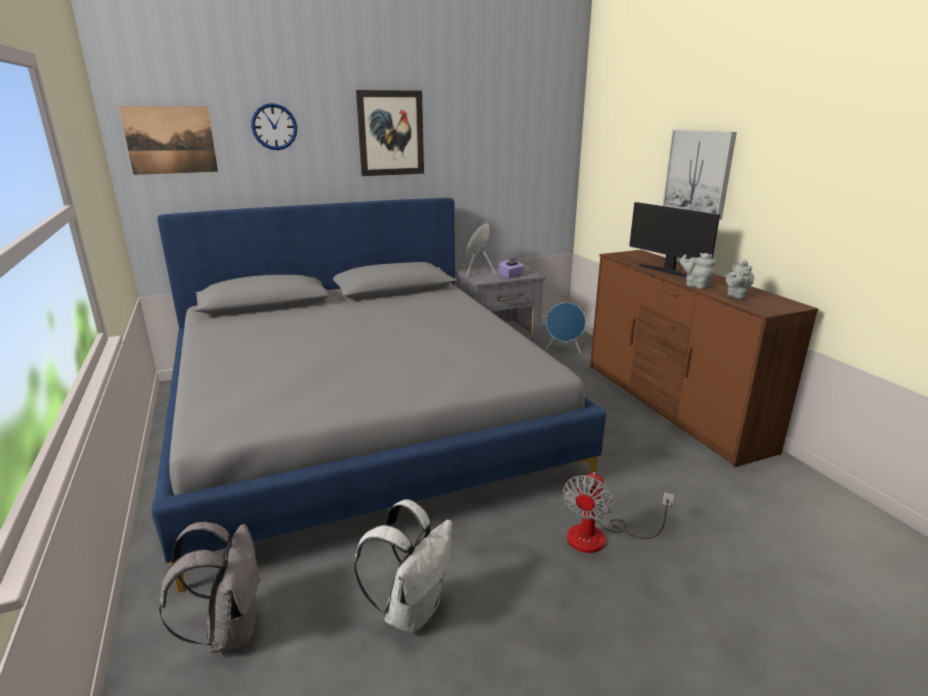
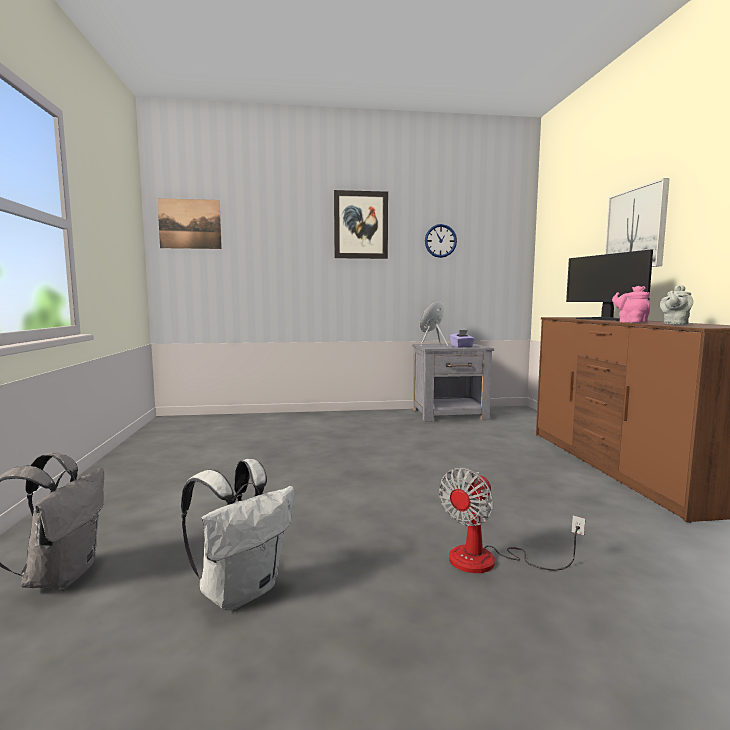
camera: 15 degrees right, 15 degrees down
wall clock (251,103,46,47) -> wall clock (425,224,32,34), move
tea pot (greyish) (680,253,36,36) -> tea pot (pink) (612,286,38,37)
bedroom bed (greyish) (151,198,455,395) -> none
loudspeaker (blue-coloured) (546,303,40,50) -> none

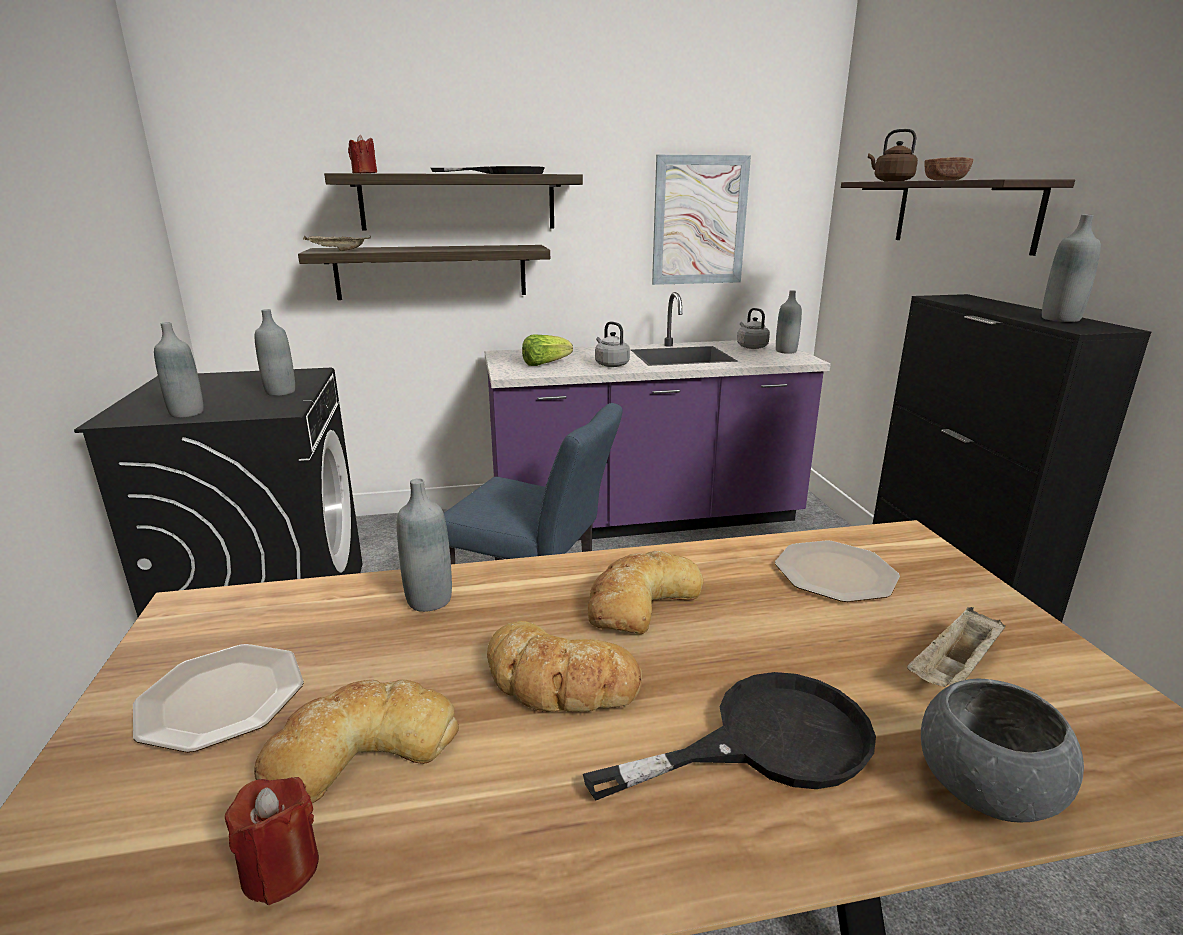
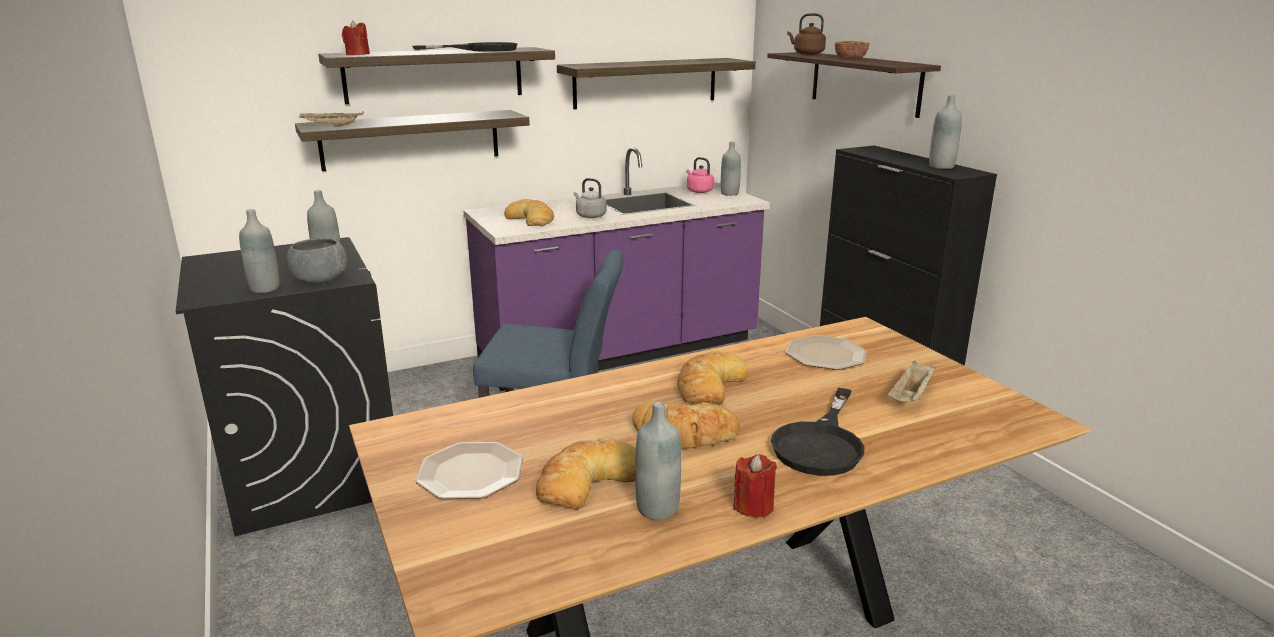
camera: 15 degrees left, 0 degrees up
bowl (greyish) (921,679,163,144) -> bowl (greyish) (286,238,61,46), move
lettuce (522,335,51,31) -> bakery bread (504,199,50,27)
wall art (652,155,99,130) -> wall shelf (557,58,199,51)
bottle (greyish) (397,478,55,134) -> bottle (greyish) (635,401,46,119), move
kettle (greyish) (737,308,33,41) -> kettle (pink) (686,157,28,36)
candle (red-coloured) (225,777,94,128) -> candle (red-coloured) (733,454,44,63), move
pan (black-coloured) (583,672,293,129) -> pan (black-coloured) (771,388,93,88), 150 degrees clockwise

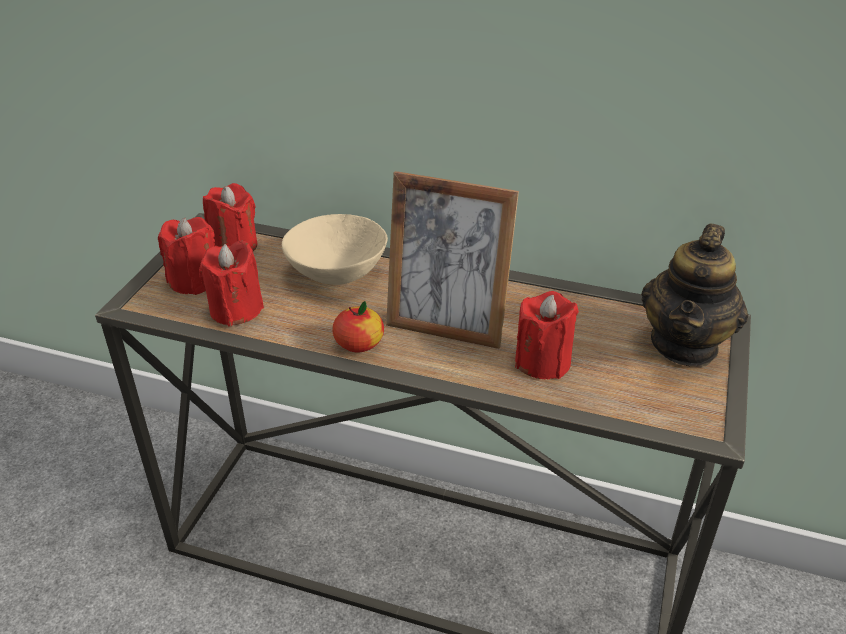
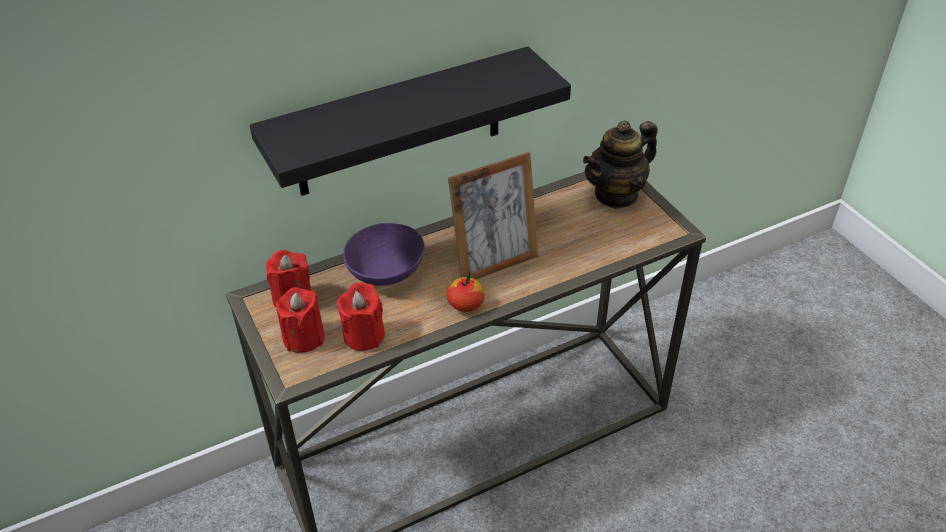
camera: 45 degrees left, 5 degrees up
none -> wall shelf (black-coloured) (250,46,321,150)
bowl (beige-coloured) (282,214,106,71) -> bowl (purple) (343,223,82,63)
tea pot (641,224,107,143) -> tea pot (583,121,75,88), 75 degrees clockwise
candle (red-coloured) (515,291,64,88) -> none

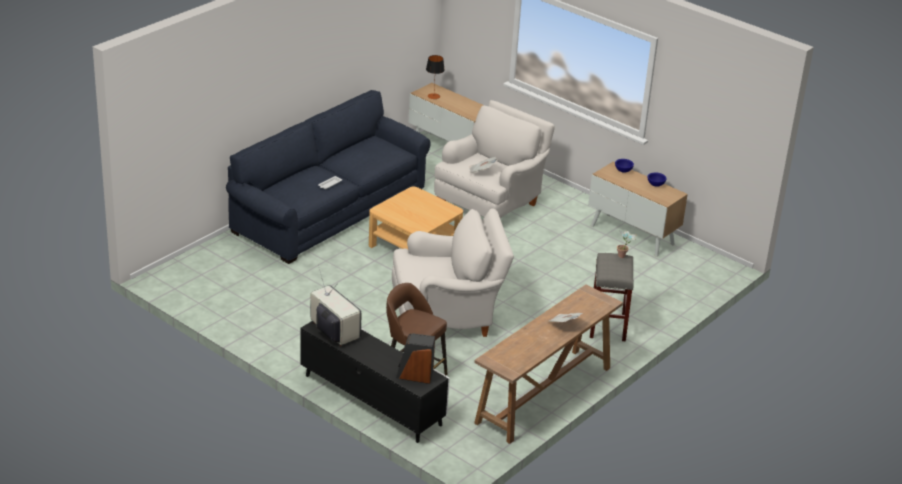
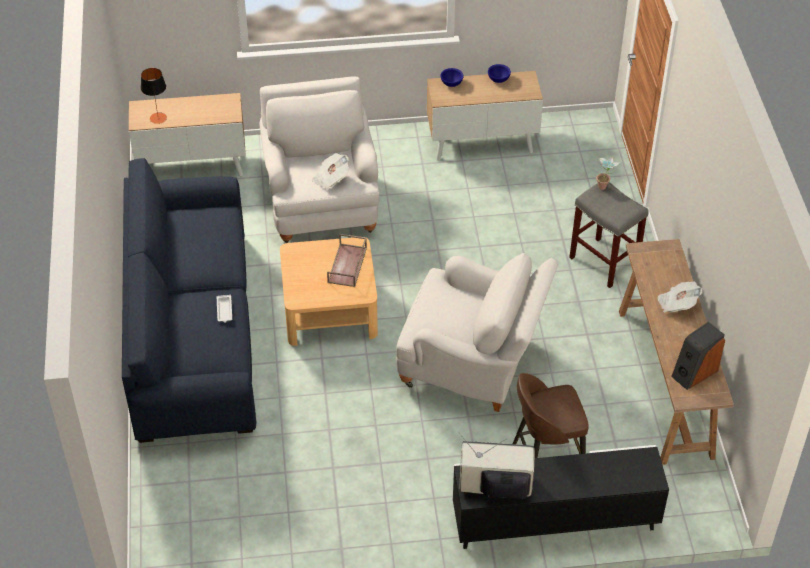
camera: 45 degrees left, 15 degrees up
none -> carrying tray (brown) (327,234,40,53)
armchair (white-coloured) (392,208,122,129) -> armchair (white-coloured) (396,253,162,159), 75 degrees clockwise
loudspeaker (396,333,39,51) -> loudspeaker (671,322,54,68), move

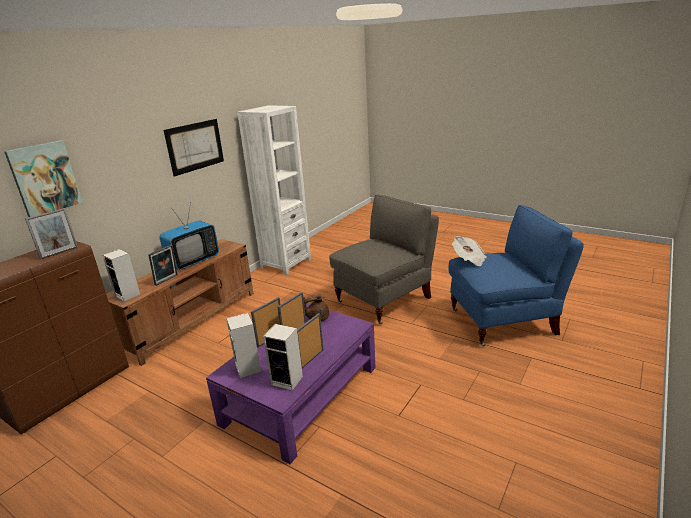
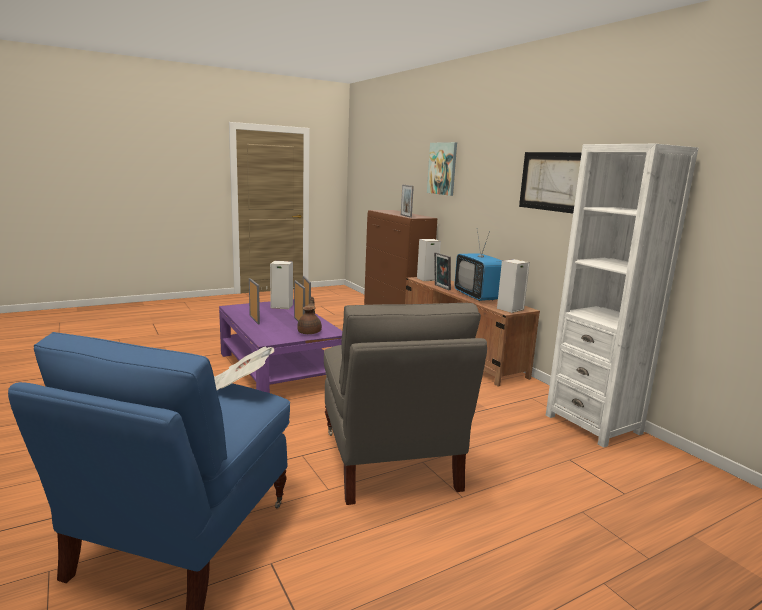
camera: 115 degrees right, 10 degrees down
loudspeaker (263,324,40,67) -> loudspeaker (497,259,33,54), move

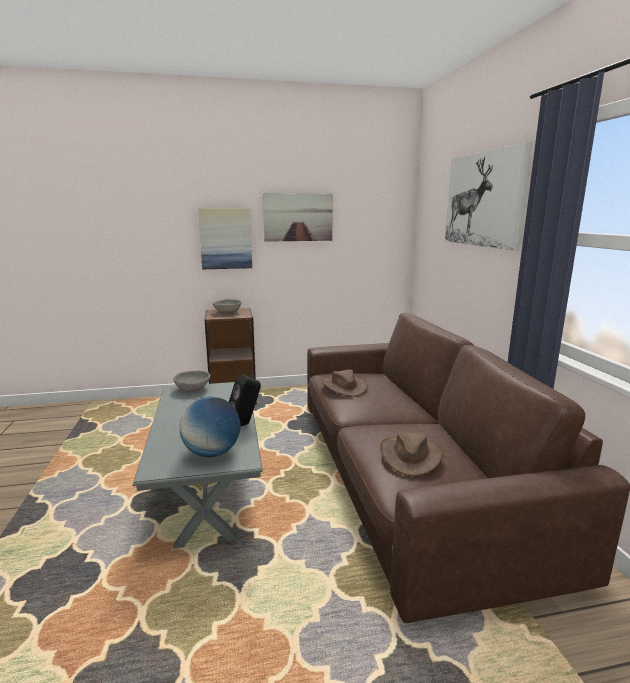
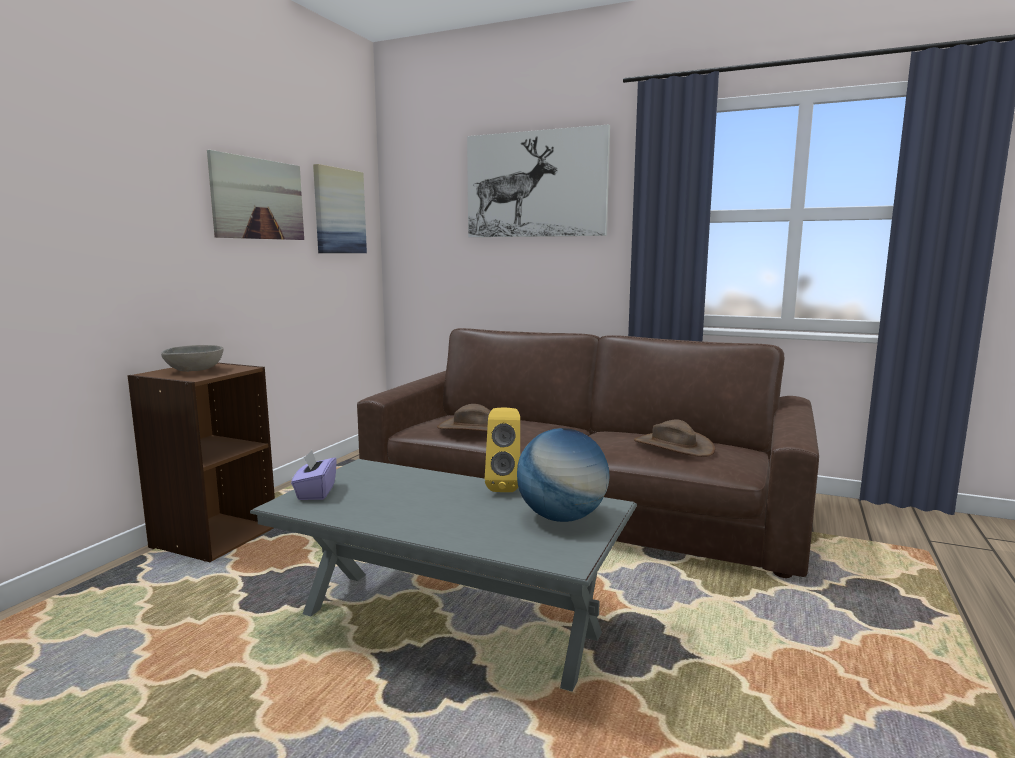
camera: 55 degrees left, 5 degrees down
bowl (greyish) (173,371,37,21) -> tissue box (purple) (291,450,46,50)
wall art (198,208,54,61) -> wall art (313,164,54,89), move
loudspeaker (black-coloured) (229,374,32,52) -> loudspeaker (yellowish) (485,408,35,84)

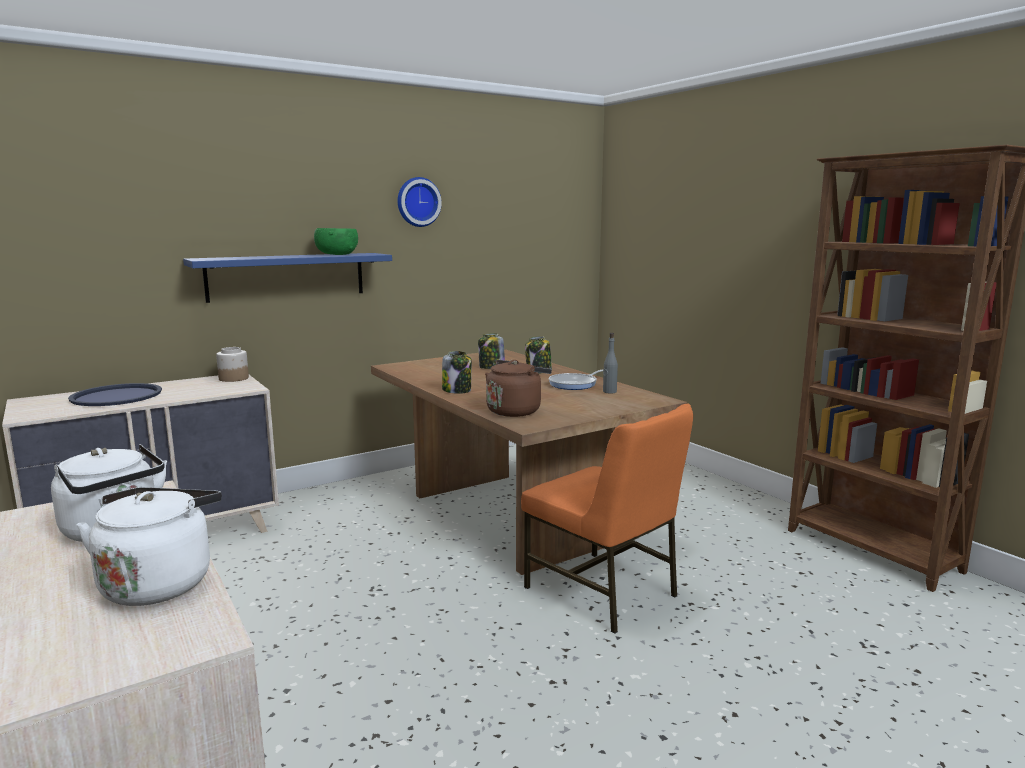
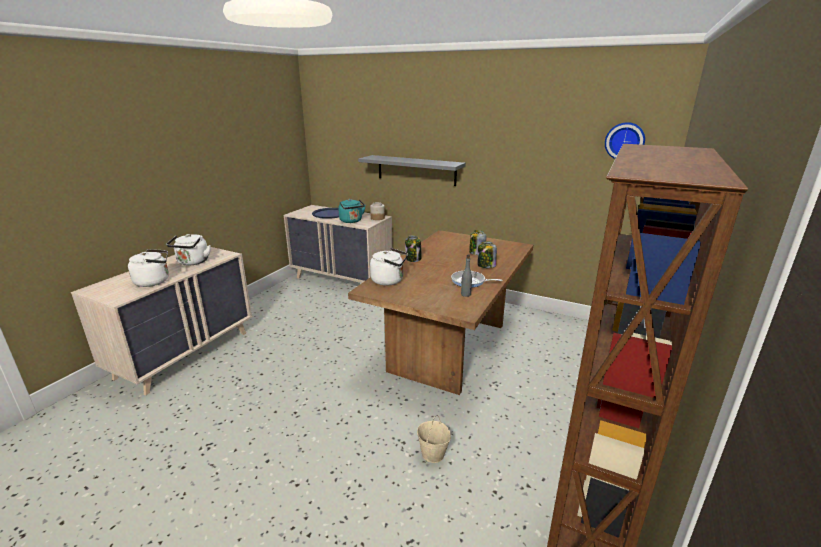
camera: 60 degrees right, 10 degrees up
none -> kettle (turquoise) (338,199,28,24)
wall shelf (blue-coloured) (183,253,209,50) -> wall shelf (greyish) (358,155,108,31)
kettle (brown) (485,360,67,57) -> kettle (white-coloured) (370,248,38,38)
none -> pail (beige-coloured) (417,416,34,47)
wall clock (397,177,45,50) -> wall clock (605,122,40,37), move
bowl (green-coloured) (314,228,44,27) -> none
plain chair (orangey) (521,404,172,230) -> none

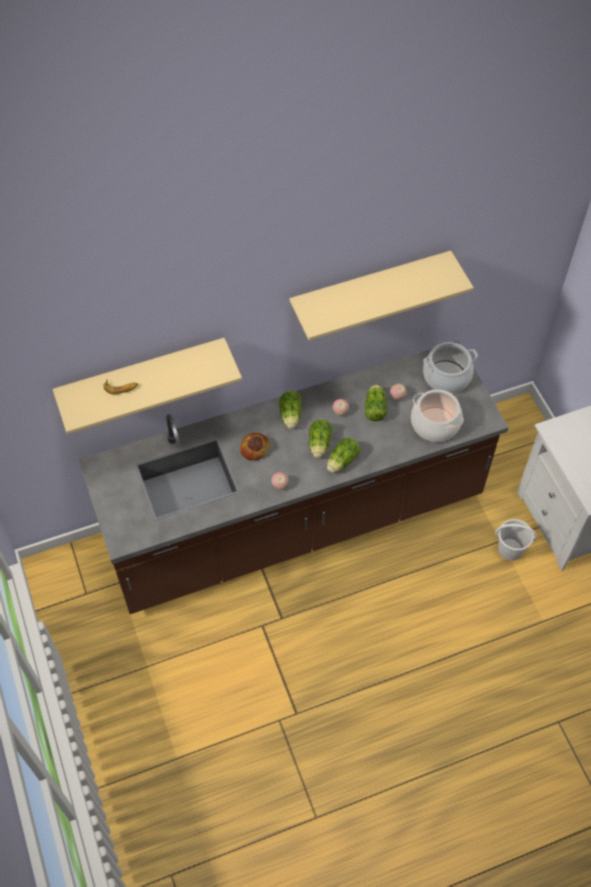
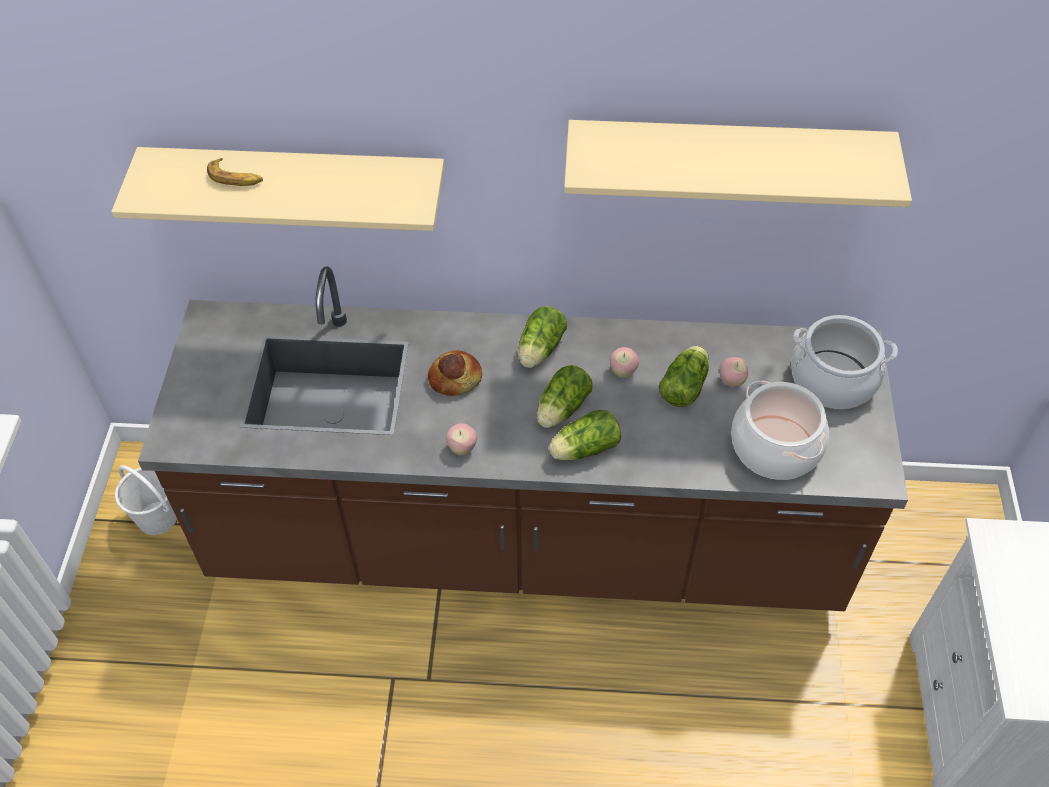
camera: 25 degrees right, 5 degrees down
pail (white-coloured) (495,519,42,42) -> pail (white-coloured) (115,465,62,70), move

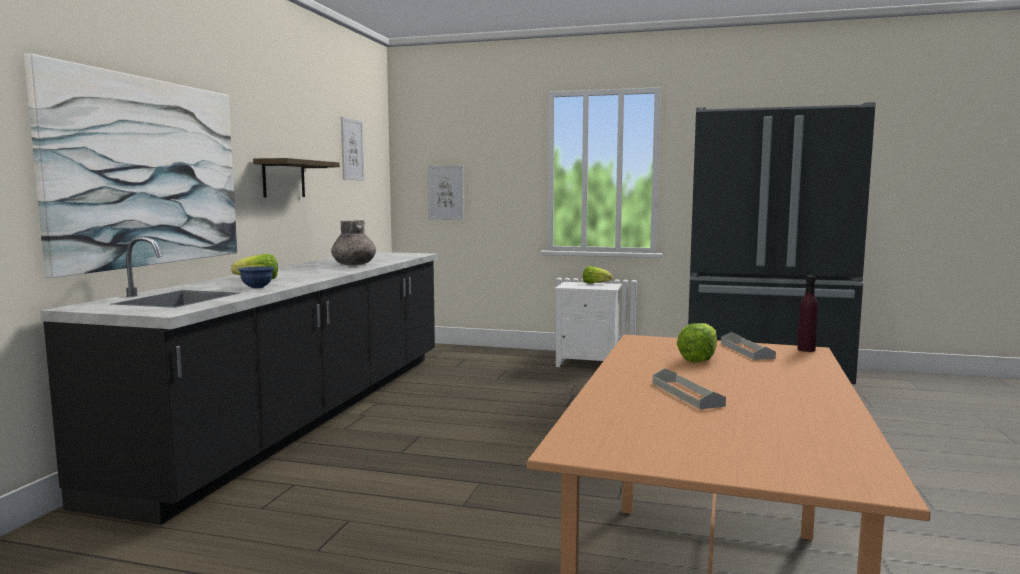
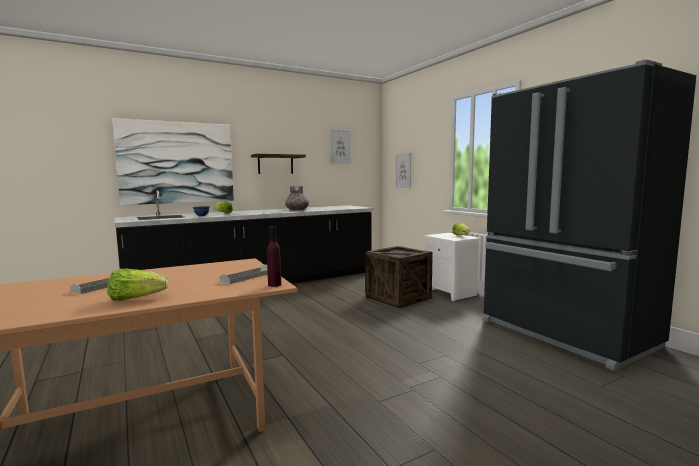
camera: 45 degrees right, 0 degrees up
lettuce (677,323,40,40) -> lettuce (107,269,61,32), move
none -> crate (365,246,68,62)

